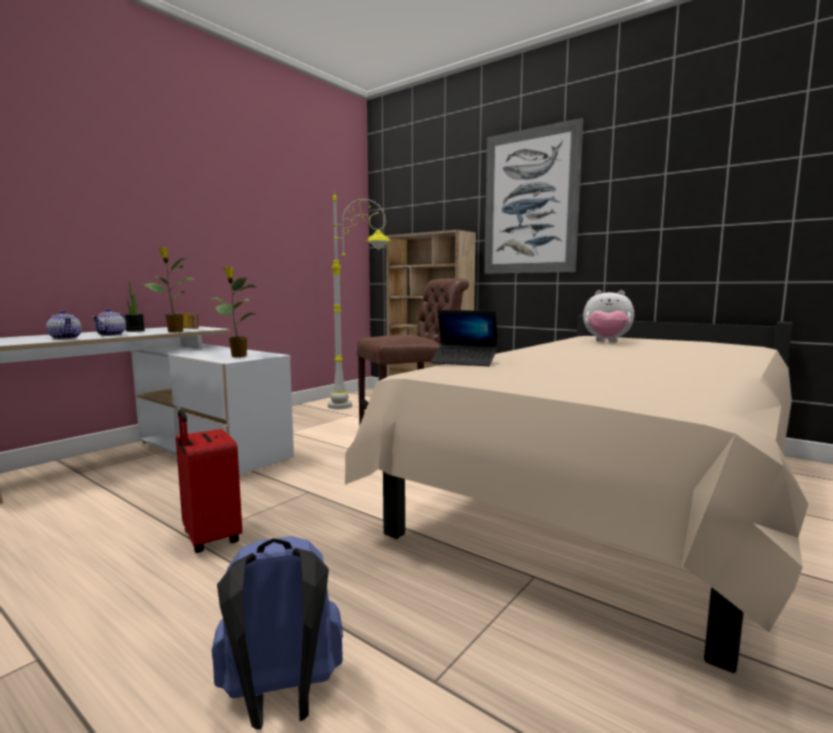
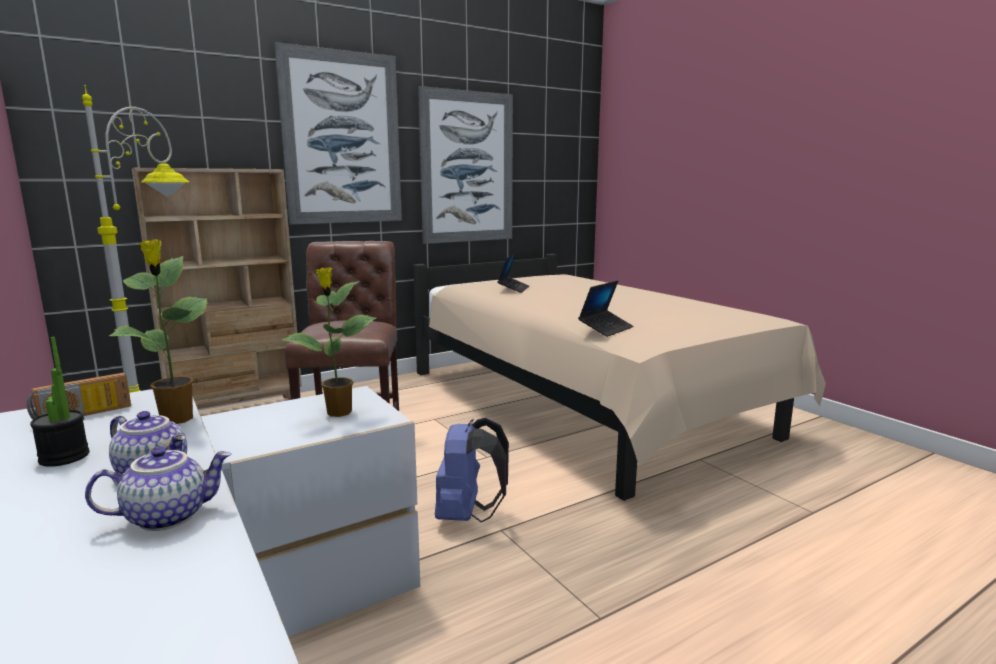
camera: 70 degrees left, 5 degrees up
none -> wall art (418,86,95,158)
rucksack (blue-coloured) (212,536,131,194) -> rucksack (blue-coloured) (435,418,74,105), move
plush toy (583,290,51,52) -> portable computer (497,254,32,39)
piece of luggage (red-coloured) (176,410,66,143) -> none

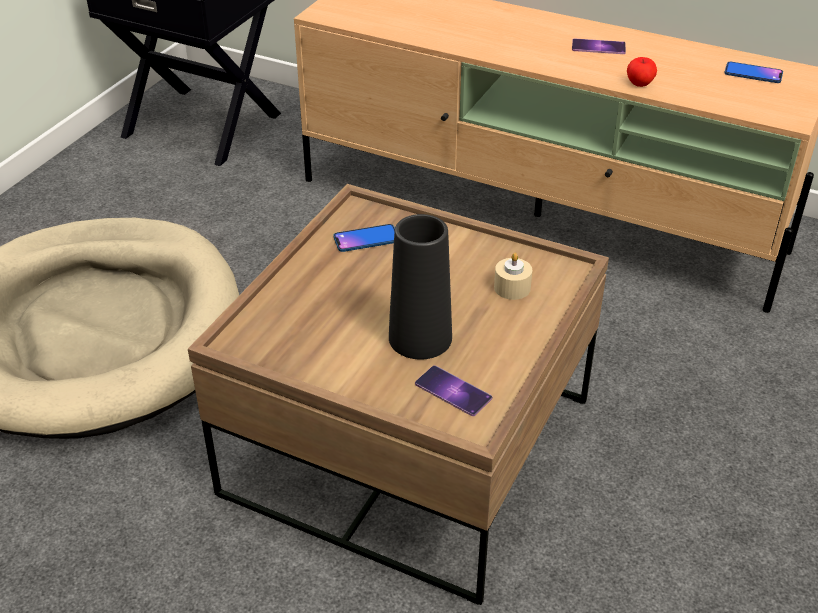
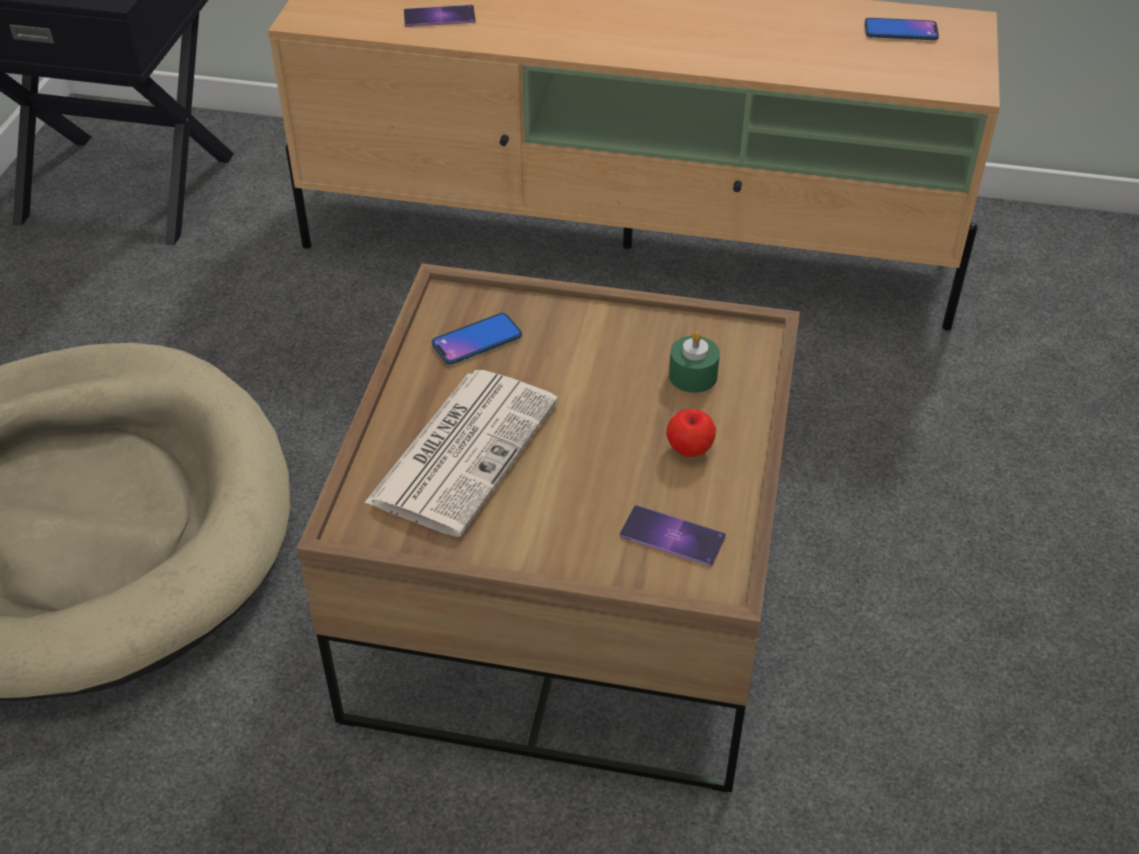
camera: 15 degrees left, 5 degrees up
none -> printed paper (364,370,194,167)
phone (572,38,54,16) -> phone (404,5,72,22), move
apple (627,57,30,30) -> apple (666,409,50,48), move
candle (beige-coloured) (494,253,38,47) -> candle (green-coloured) (669,331,51,62)
decorative vase (black-coloured) (389,214,63,146) -> none

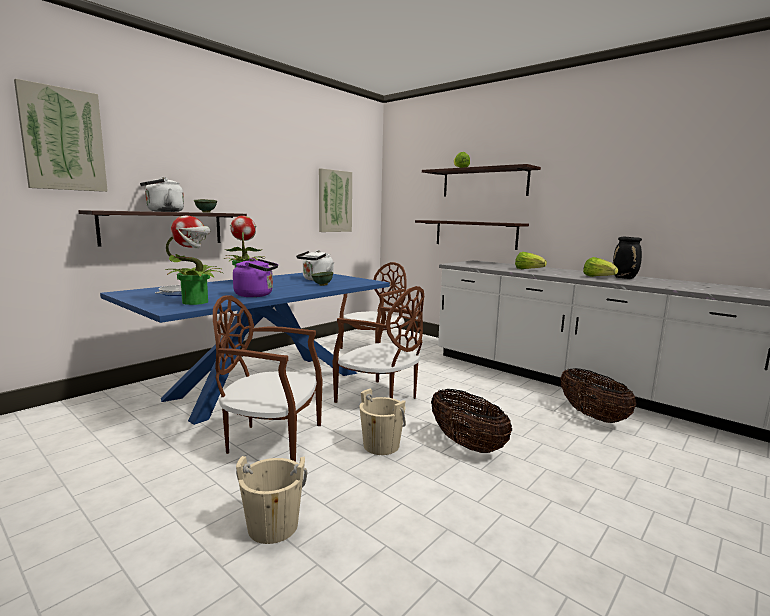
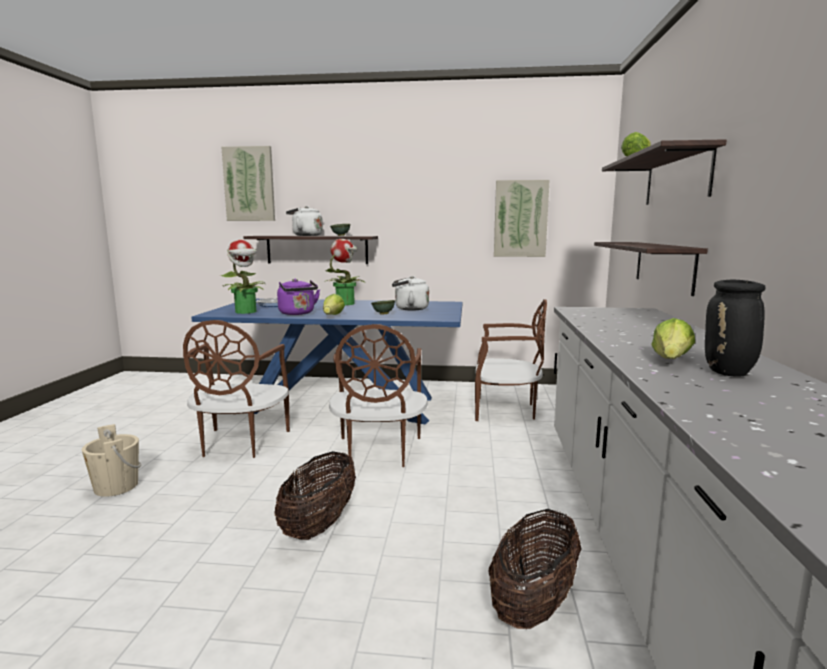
camera: 55 degrees right, 0 degrees up
plain chair (brown) (213,295,110,167) -> plain chair (brown) (183,320,107,138), 150 degrees counterclockwise
lettuce (515,252,32,17) -> lettuce (323,294,22,21), move
pail (beige-coloured) (359,389,47,66) -> none

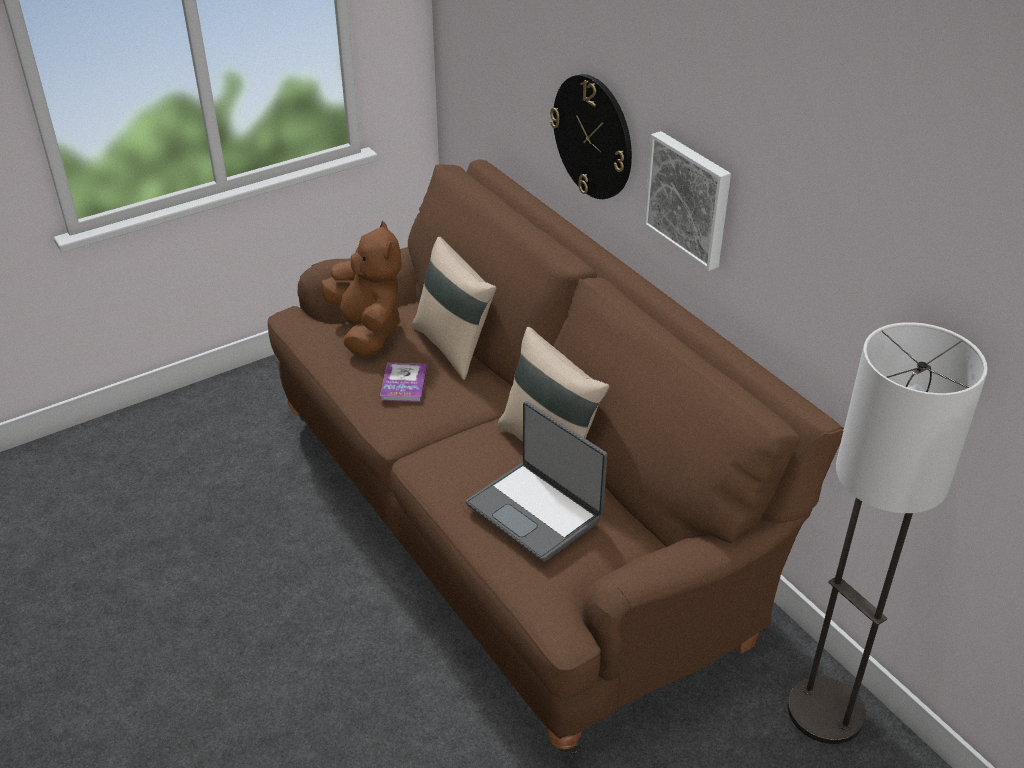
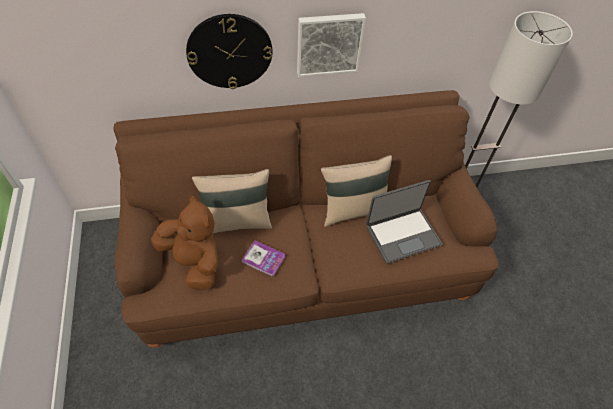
camera: 70 degrees left, 15 degrees up
plush toy (brown) (321,221,81,136) -> plush toy (brown) (151,195,67,95), 45 degrees clockwise

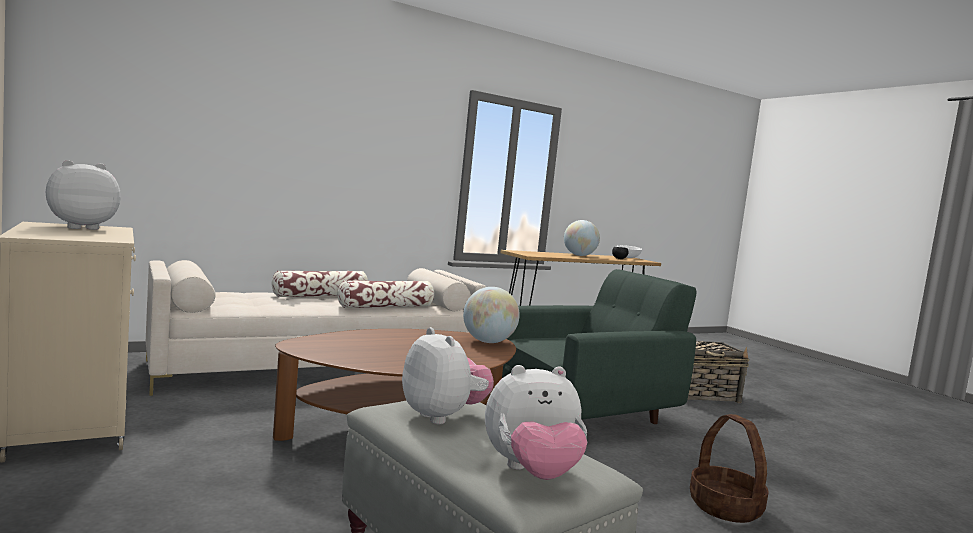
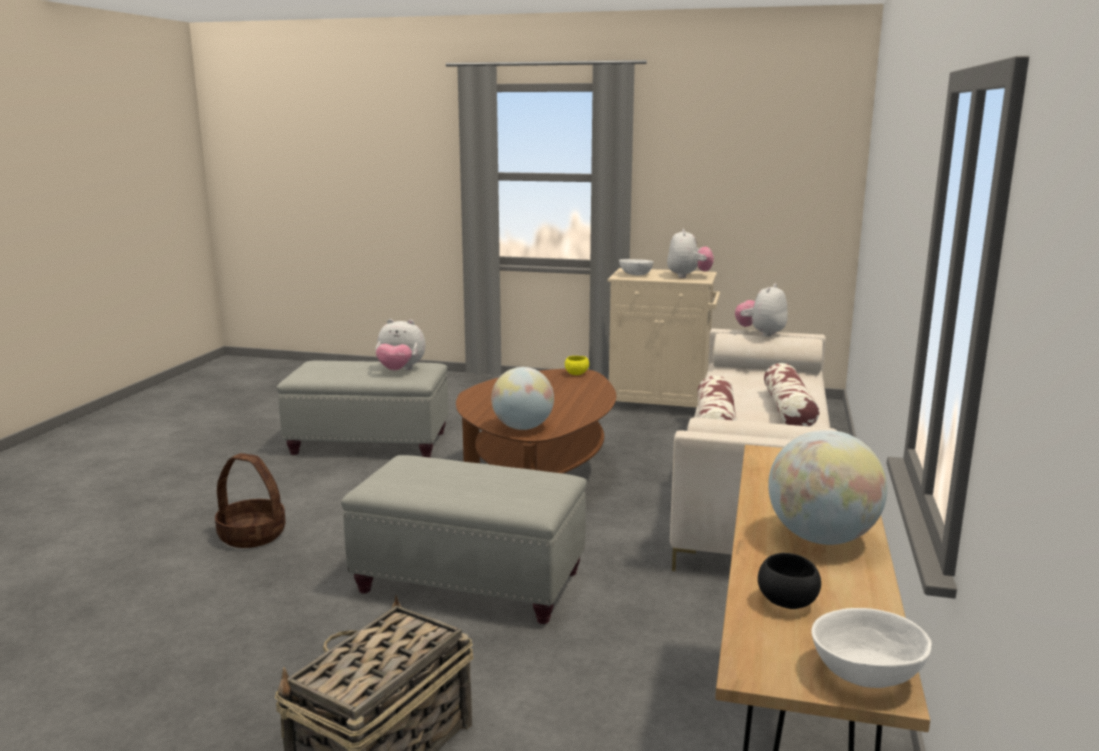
camera: 135 degrees right, 10 degrees up
armchair (green-coloured) (502,269,195,155) -> footrest (greyish) (341,455,246,169)
none -> bowl (yellowish) (565,356,24,19)
none -> bowl (white-coloured) (619,259,34,16)
plush toy (485,365,102,115) -> plush toy (735,284,53,52), move

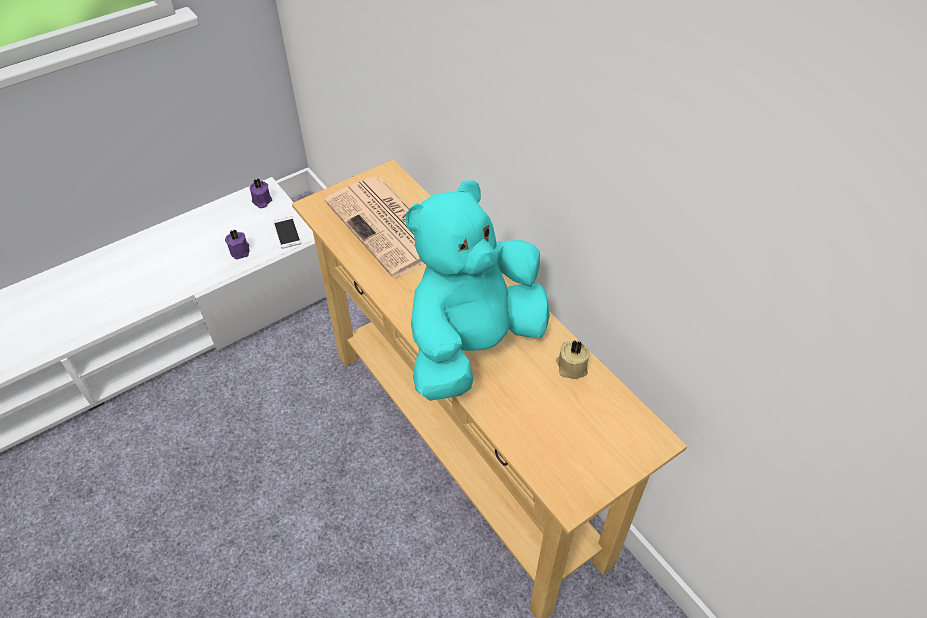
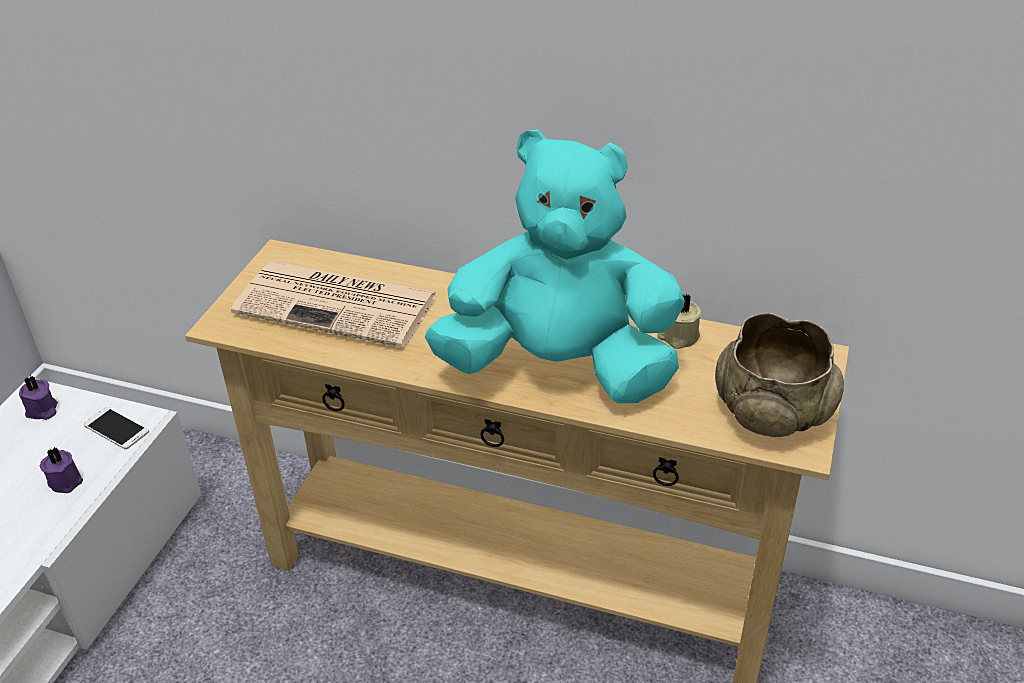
camera: 35 degrees left, 10 degrees down
plush toy (turquoise) (406,180,144,221) -> plush toy (turquoise) (425,129,260,274), 90 degrees clockwise
none -> bowl (beige-coloured) (715,312,129,125)

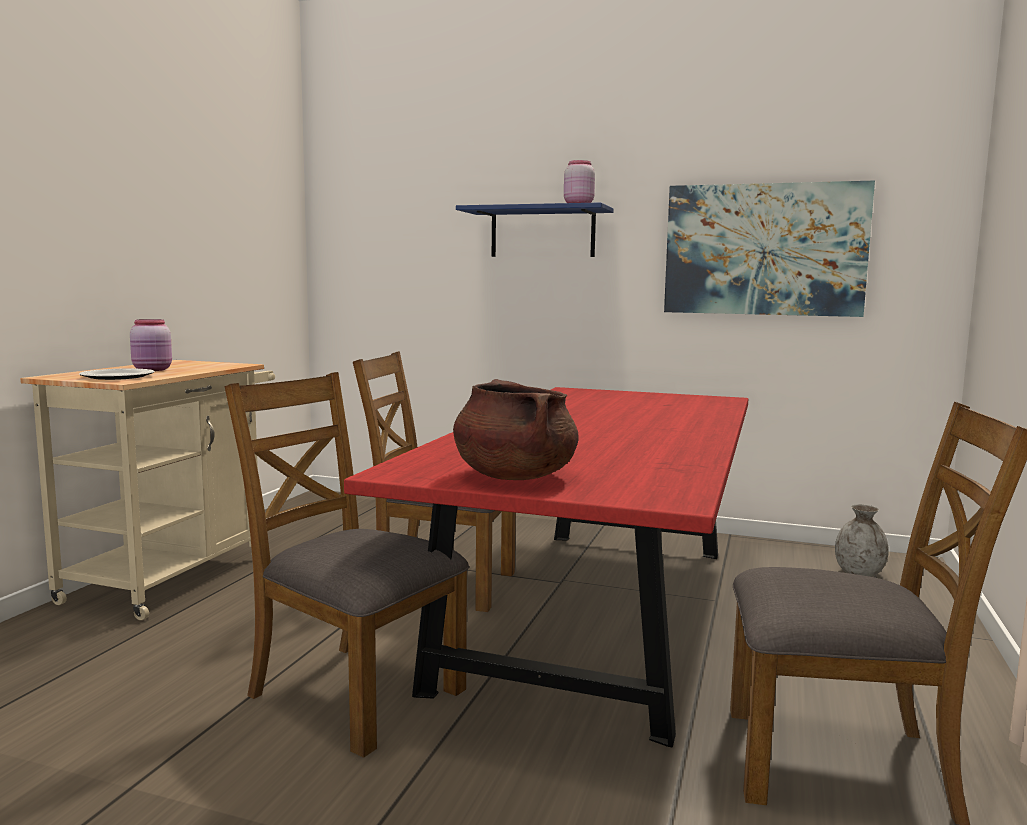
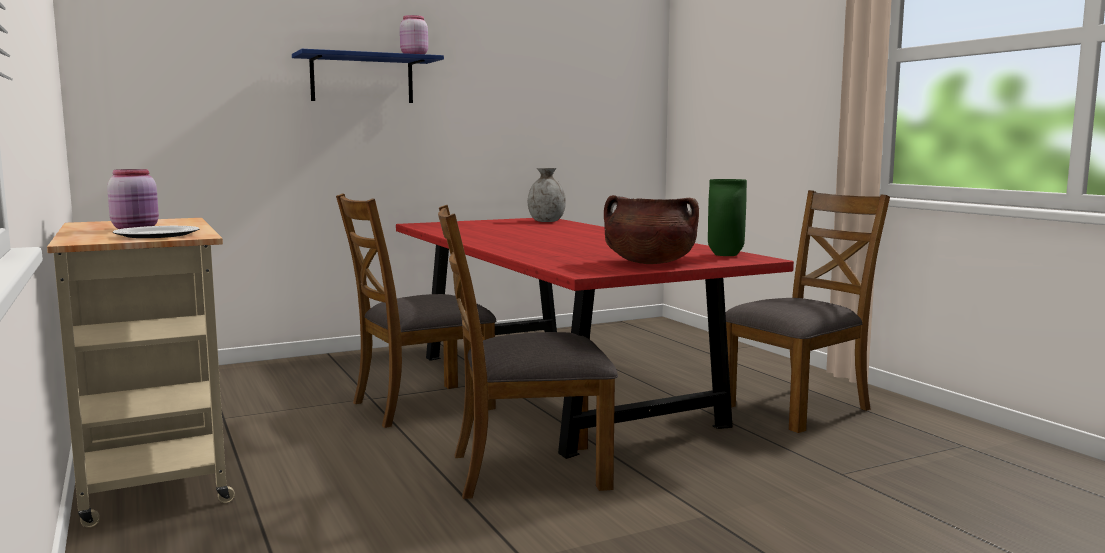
camera: 45 degrees left, 0 degrees up
decorative vase (greyish) (835,504,54,73) -> decorative vase (greyish) (528,168,38,54), move
none -> decorative vase (green-coloured) (708,179,39,77)
wall art (664,180,211,137) -> none

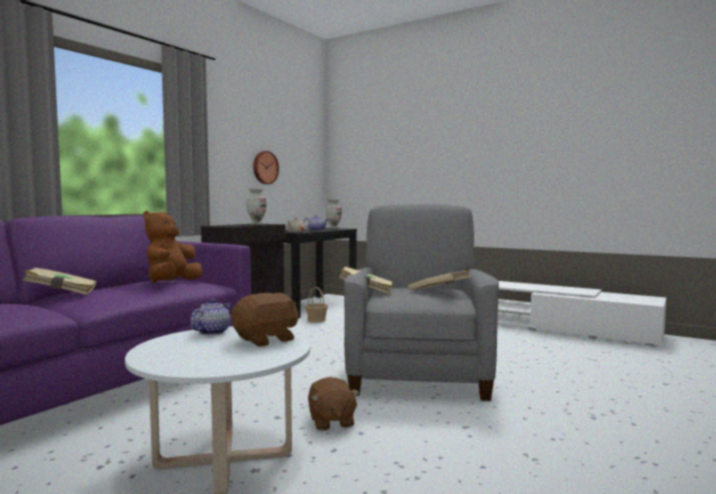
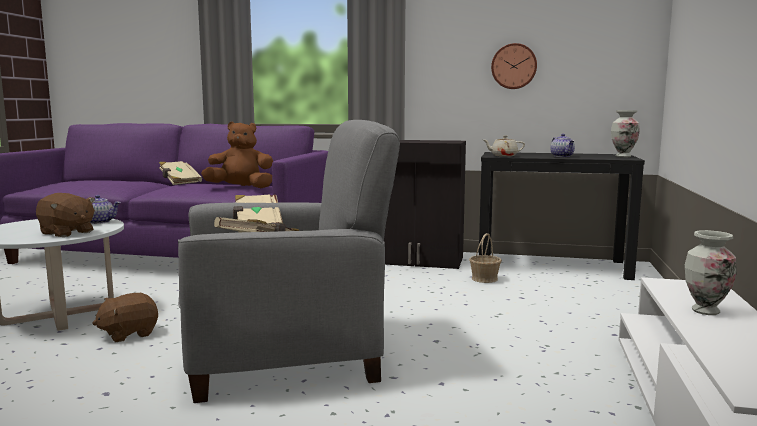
camera: 70 degrees right, 5 degrees up
decorative vase (246,189,21,36) -> decorative vase (685,230,52,85), move

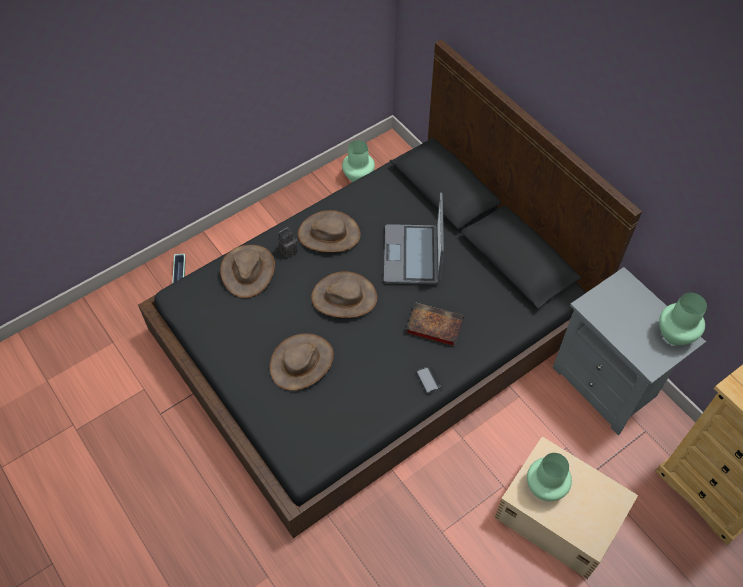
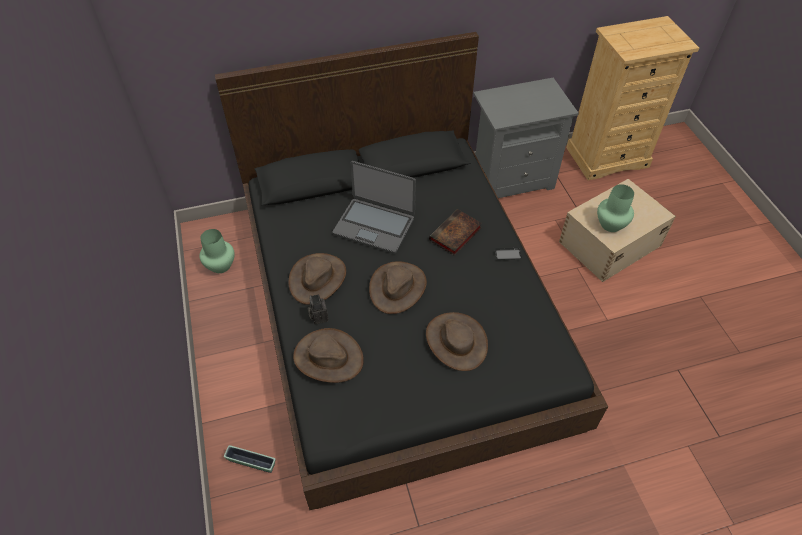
camera: 70 degrees left, 5 degrees down
decorative vase (green-coloured) (659,292,48,53) -> none

